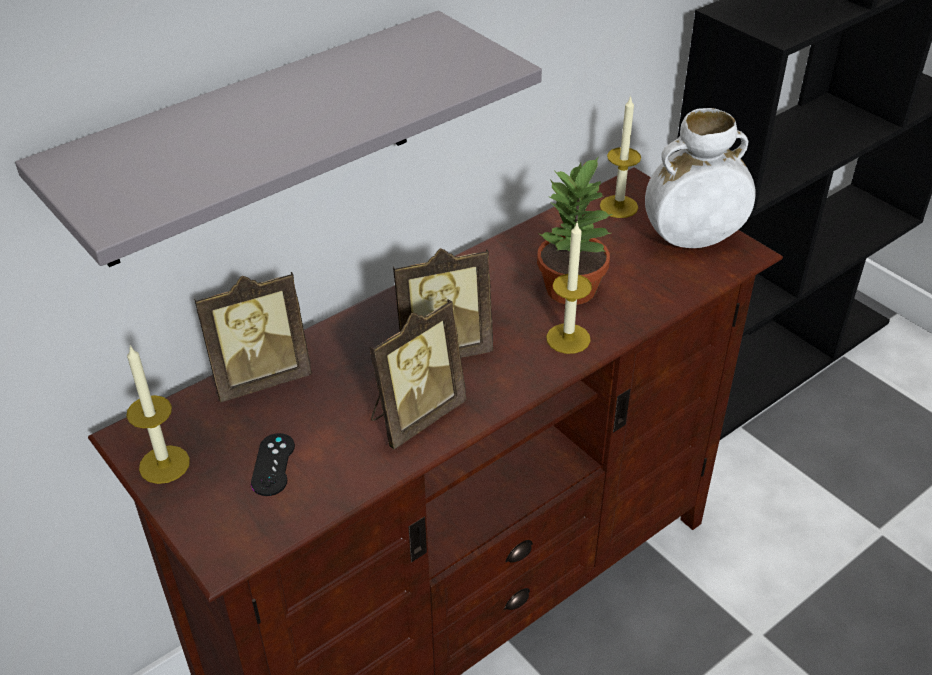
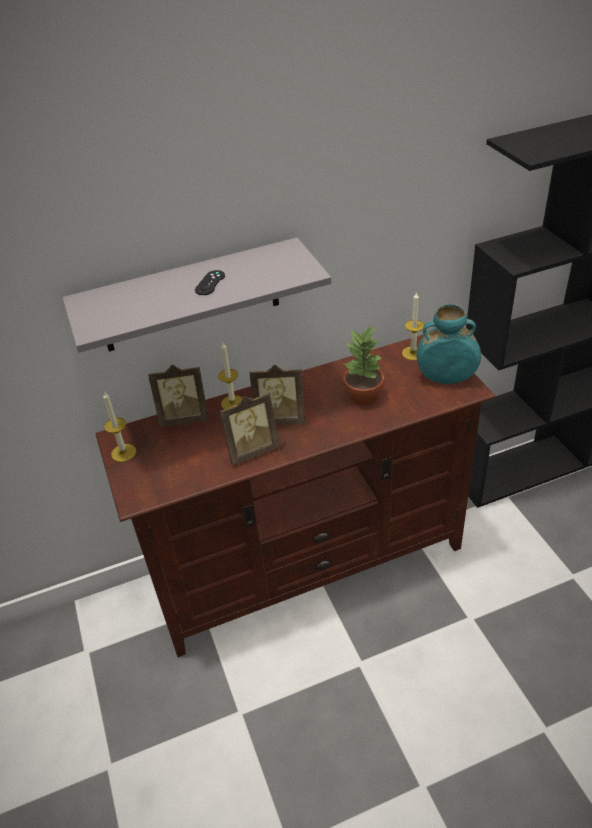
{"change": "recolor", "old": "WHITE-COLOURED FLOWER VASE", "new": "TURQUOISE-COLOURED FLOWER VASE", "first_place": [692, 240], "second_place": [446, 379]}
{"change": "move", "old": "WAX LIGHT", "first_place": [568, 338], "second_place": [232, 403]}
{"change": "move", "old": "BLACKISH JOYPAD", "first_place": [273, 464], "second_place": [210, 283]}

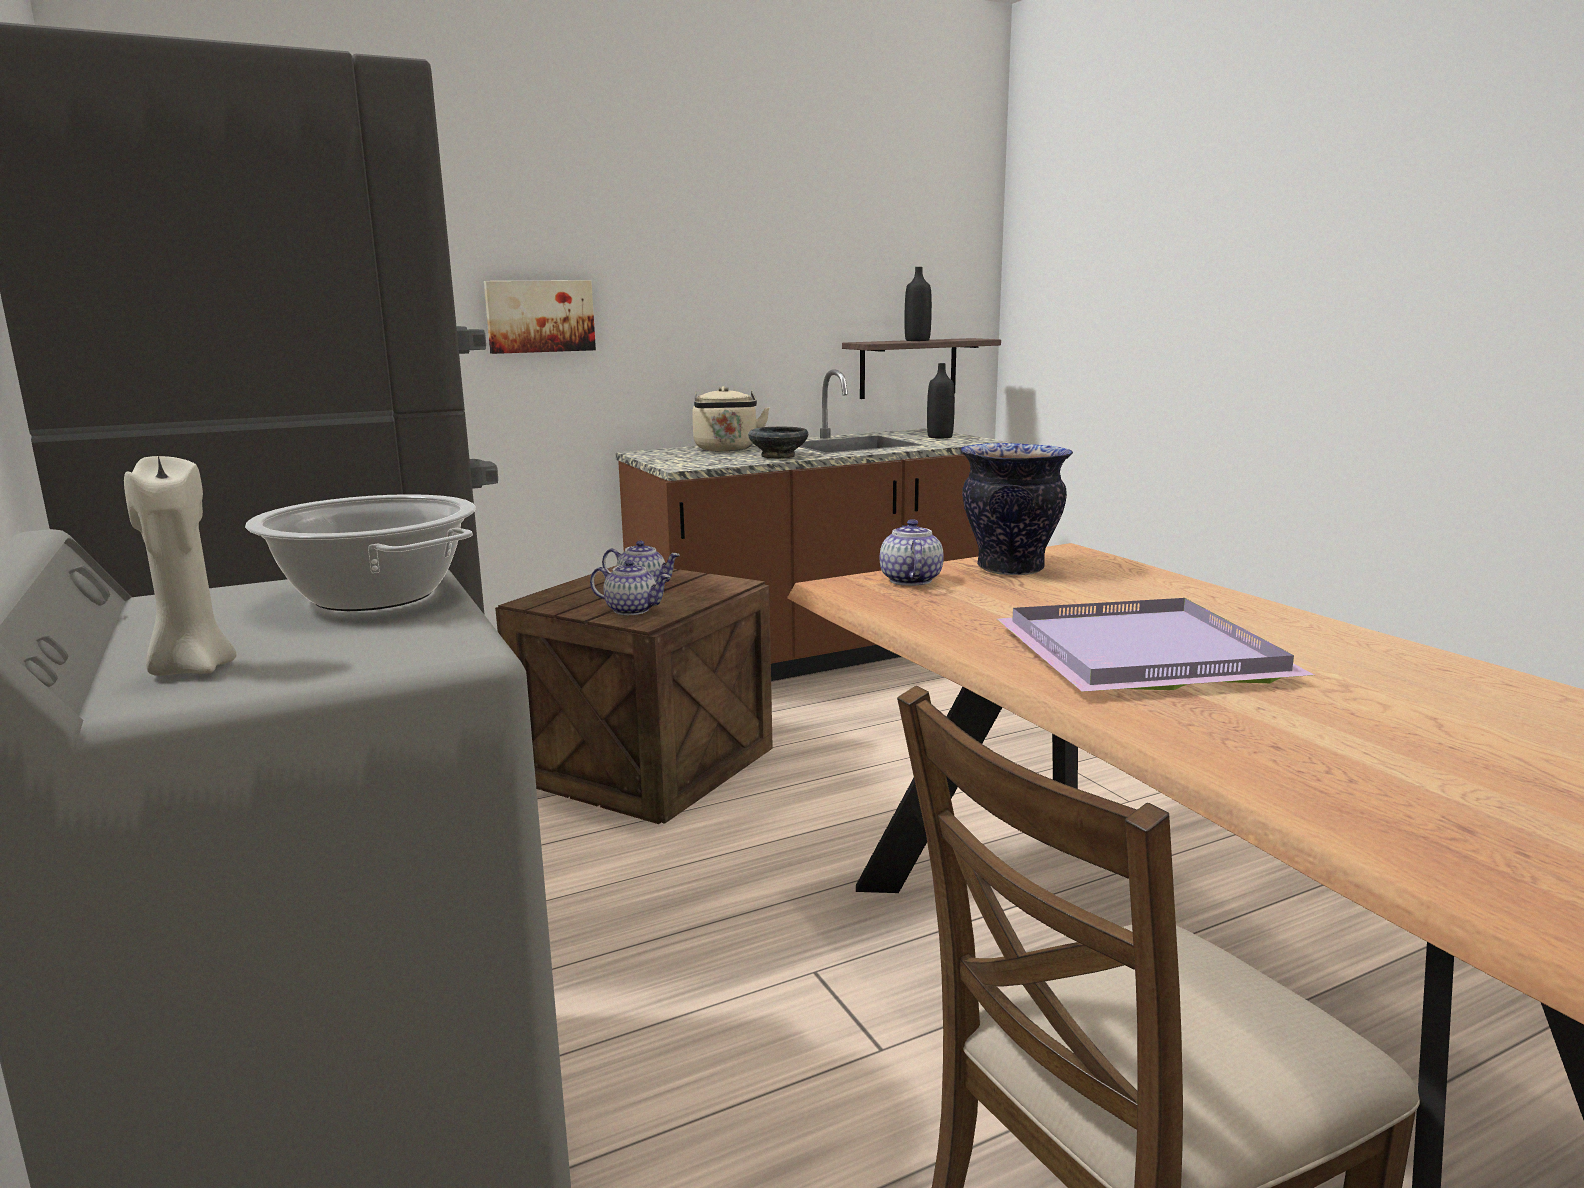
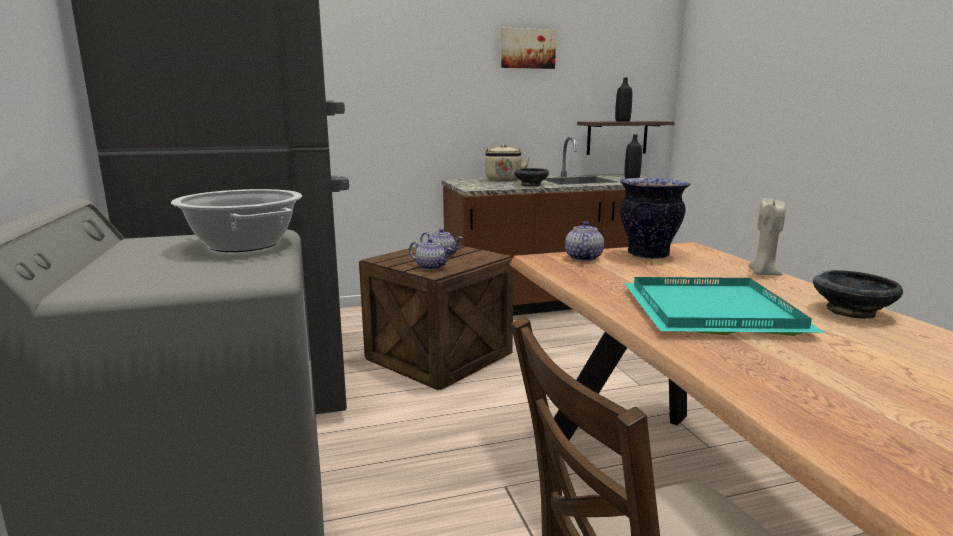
{"change": "move", "old": "PICTURE", "first_place": [540, 316], "second_place": [527, 48]}
{"change": "move", "old": "SAND-COLOURED WAX LIGHT", "first_place": [192, 669], "second_place": [763, 274]}
{"change": "recolor", "old": "PURPLISH TRAY", "new": "TURQUOISE-COLOURED TRAY", "first_place": [1134, 653], "second_place": [707, 310]}
{"change": "insert", "new": "BLACKISH BOWL", "second_place": [851, 312]}

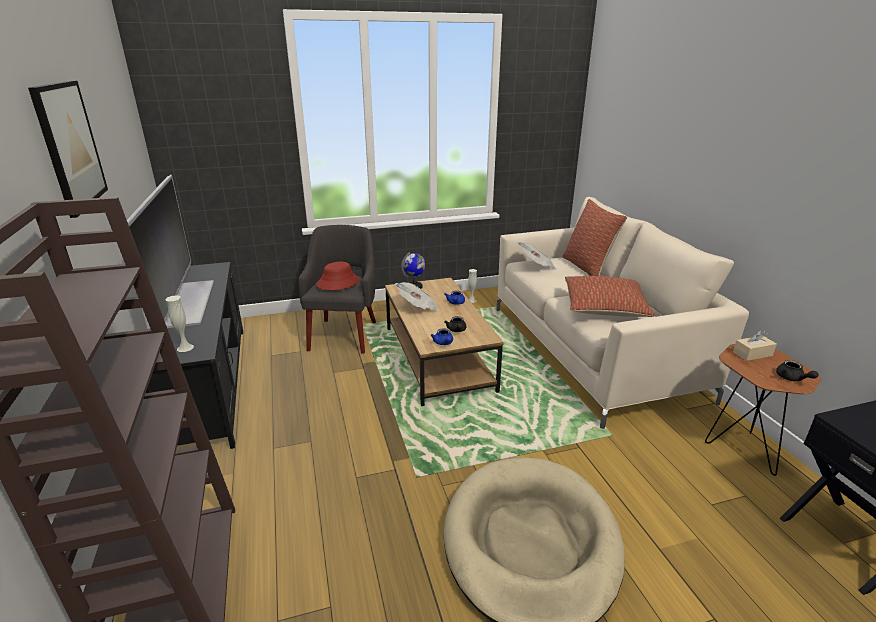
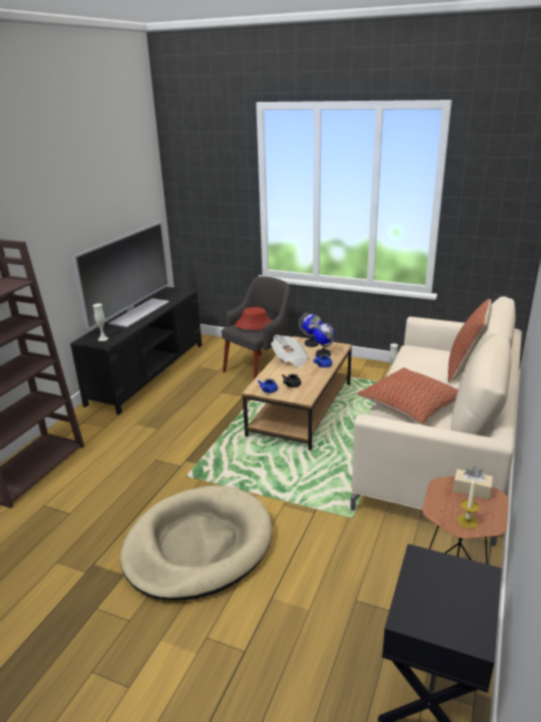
{"change": "delete", "old": "PICTURE", "first_place": [70, 146]}
{"change": "delete", "old": "PRINTED PAPER", "first_place": [536, 266]}
{"change": "replace", "old": "BLACKISH TEA POT", "new": "WAX LIGHT", "first_place": [792, 378], "second_place": [467, 521]}
{"change": "insert", "new": "WORLD GLOBE", "second_place": [323, 354]}

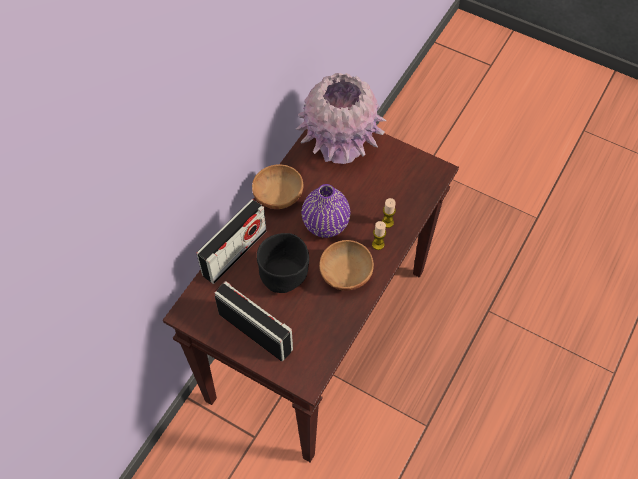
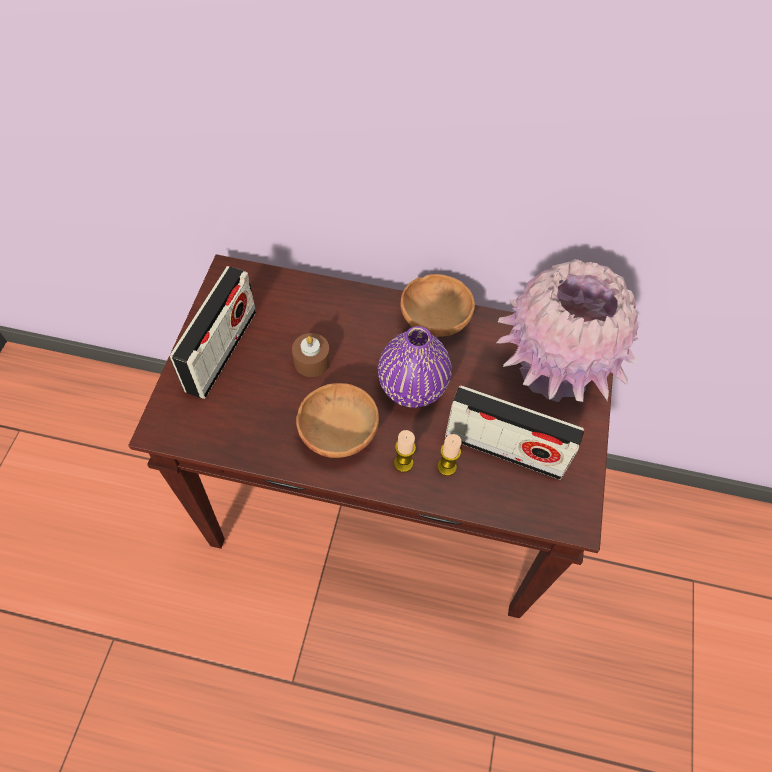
{"change": "move", "old": "RADIO SET", "first_place": [234, 253], "second_place": [505, 449]}
{"change": "replace", "old": "BLACKISH BOWL", "new": "BROWN WAX LIGHT", "first_place": [285, 277], "second_place": [312, 361]}

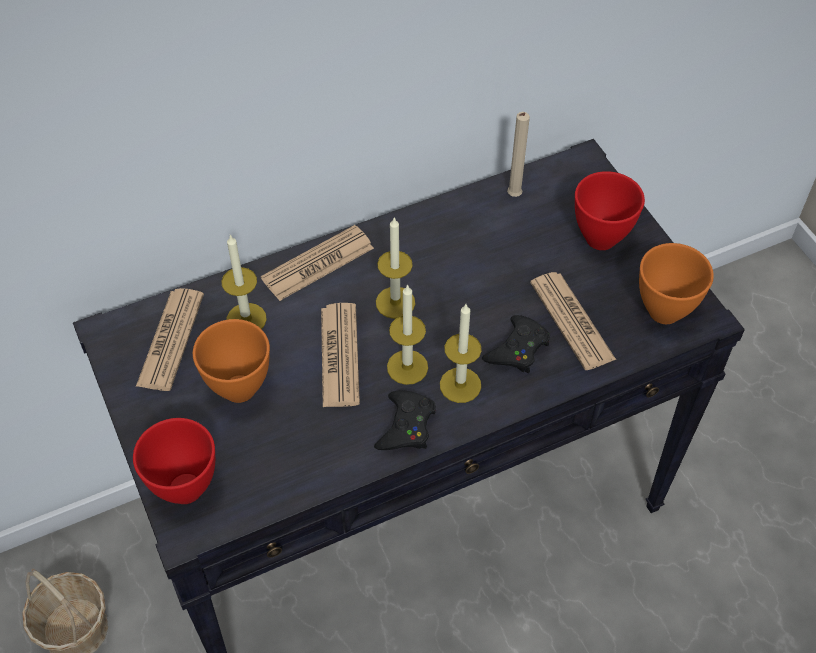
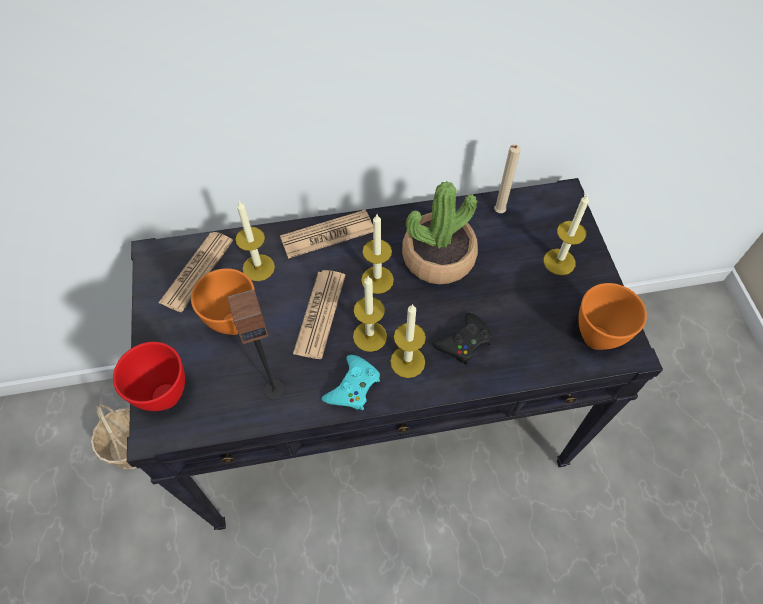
{"change": "replace", "old": "RED BOWL", "new": "WAX LIGHT", "first_place": [599, 237], "second_place": [559, 262]}
{"change": "delete", "old": "PRINTED PAPER", "first_place": [572, 321]}
{"change": "recolor", "old": "BLACKISH JOYPAD", "new": "TURQUOISE-COLOURED JOYPAD", "first_place": [406, 426], "second_place": [353, 386]}
{"change": "insert", "new": "PLANT IN A POT", "second_place": [438, 257]}
{"change": "insert", "new": "AUDIO SPEAKER", "second_place": [274, 389]}

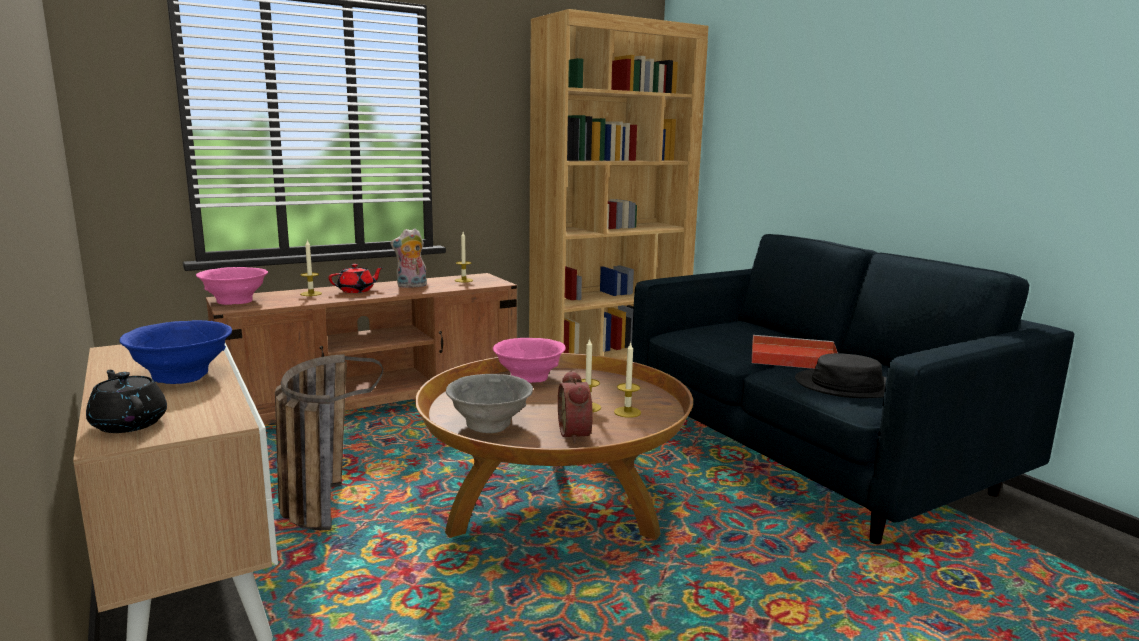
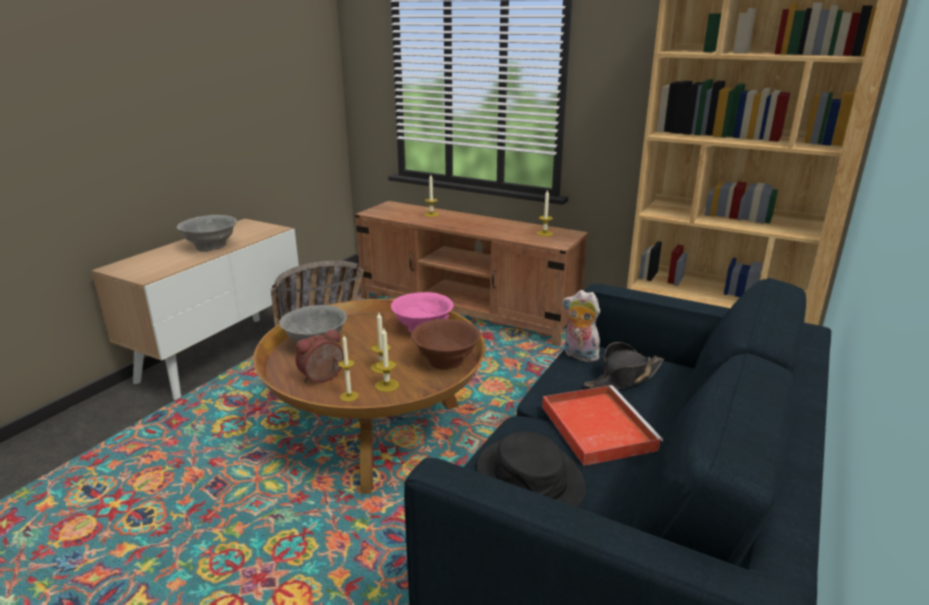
{"change": "move", "old": "SOFT TOY", "first_place": [411, 286], "second_place": [578, 355]}
{"change": "delete", "old": "RED TEA POT", "first_place": [357, 290]}
{"change": "delete", "old": "PINK BOWL", "first_place": [235, 301]}
{"change": "recolor", "old": "BLUISH BOWL", "new": "GREYISH BOWL", "first_place": [182, 376], "second_place": [211, 247]}
{"change": "delete", "old": "BLACKISH TEA POT", "first_place": [129, 423]}
{"change": "insert", "new": "BROWN BOWL", "second_place": [446, 361]}
{"change": "insert", "new": "WAX LIGHT", "second_place": [349, 396]}
{"change": "insert", "new": "BLACKISH WEARABLE HAT", "second_place": [623, 378]}

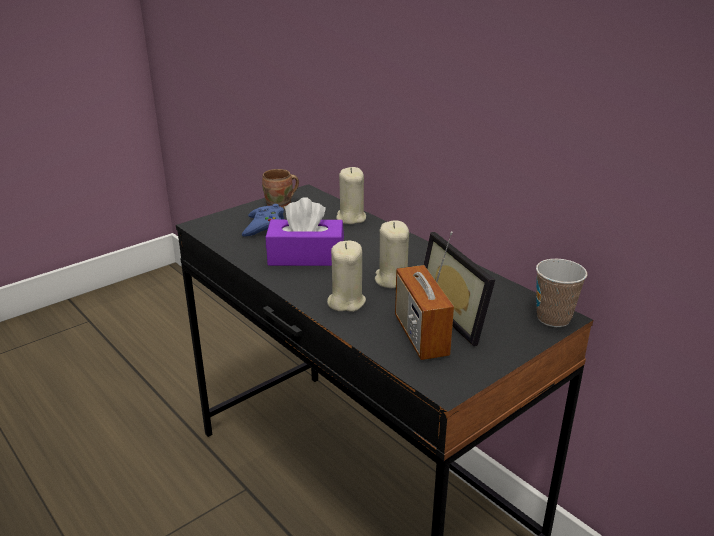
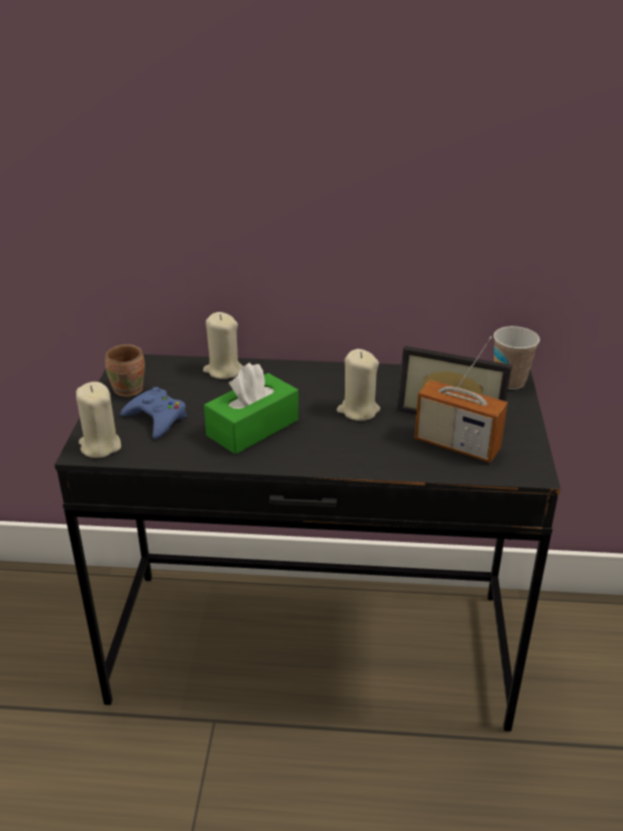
{"change": "recolor", "old": "PURPLISH TISSUE HOLDER", "new": "GREEN TISSUE HOLDER", "first_place": [306, 256], "second_place": [253, 427]}
{"change": "move", "old": "SAND-COLOURED WAX LIGHT", "first_place": [346, 302], "second_place": [100, 446]}

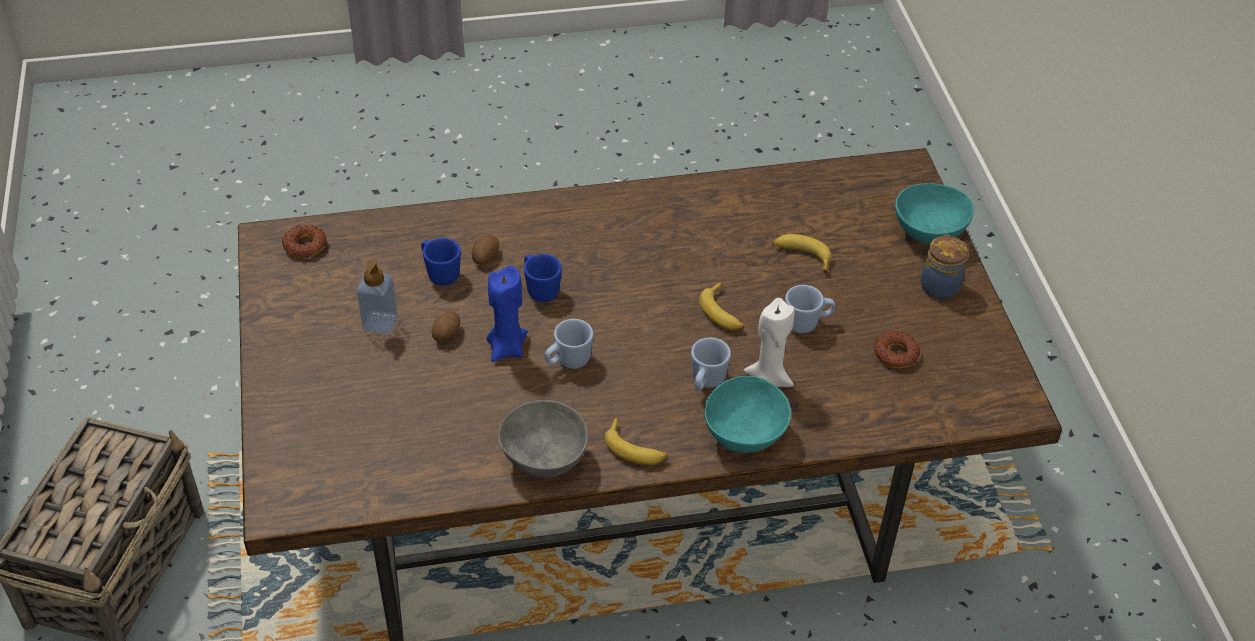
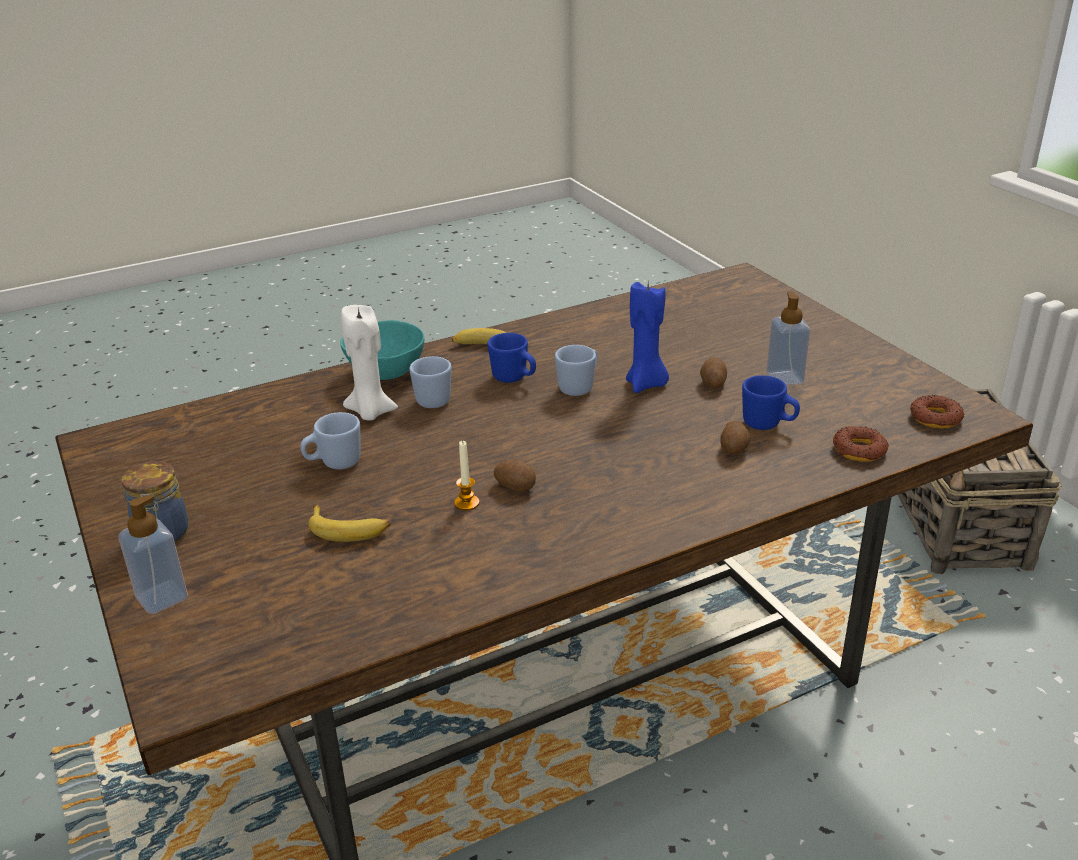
{"change": "replace", "old": "TURQUOISE-COLOURED BOWL", "new": "LIQUID SOAP BOTTLE", "first_place": [930, 233], "second_place": [162, 598]}
{"change": "move", "old": "BLUISH COFFEE MUG", "first_place": [540, 289], "second_place": [514, 379]}
{"change": "delete", "old": "WHOLE BANANA", "first_place": [723, 313]}
{"change": "move", "old": "DOUGHNUT", "first_place": [896, 354], "second_place": [859, 450]}
{"change": "delete", "old": "GREYISH BOWL", "first_place": [543, 457]}
{"change": "insert", "new": "WAX LIGHT", "second_place": [467, 503]}
{"change": "insert", "new": "SPUD", "second_place": [516, 486]}

